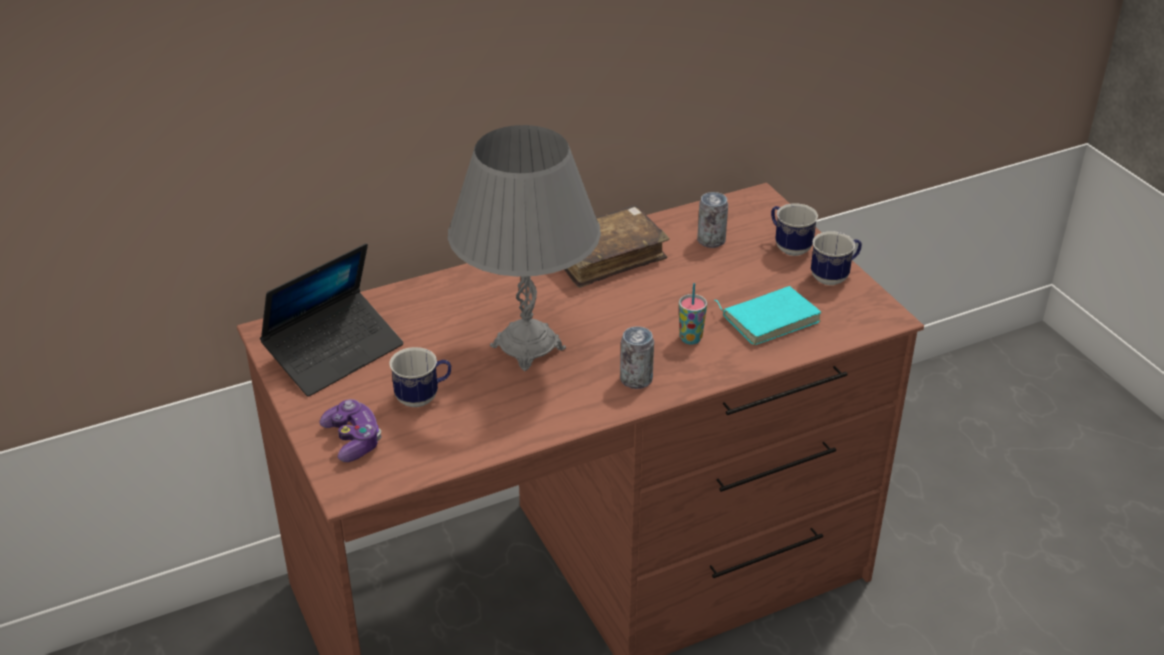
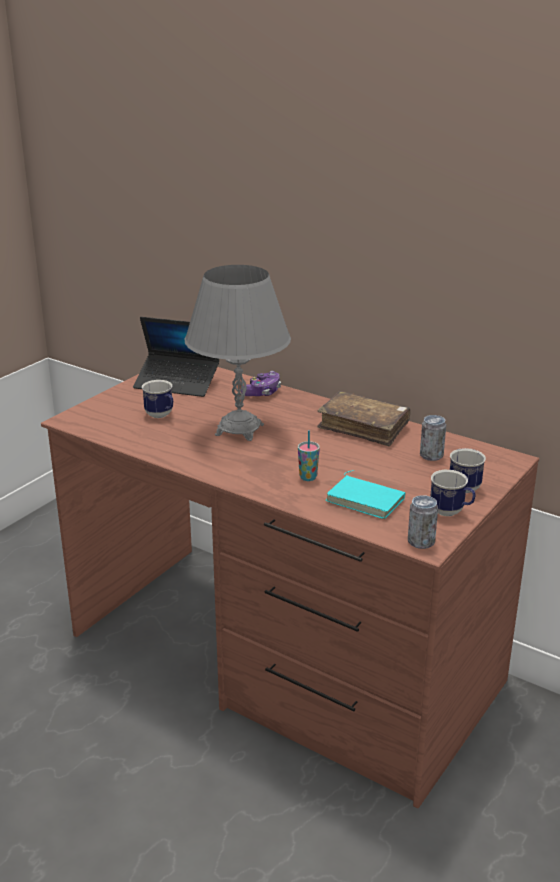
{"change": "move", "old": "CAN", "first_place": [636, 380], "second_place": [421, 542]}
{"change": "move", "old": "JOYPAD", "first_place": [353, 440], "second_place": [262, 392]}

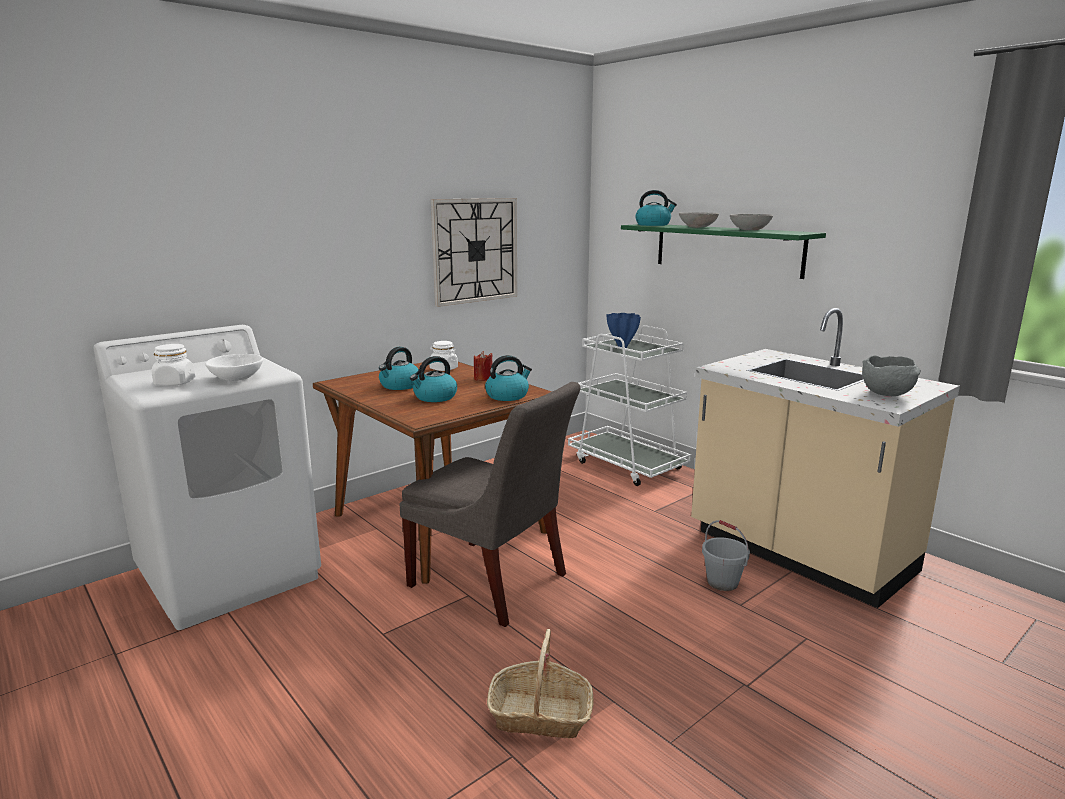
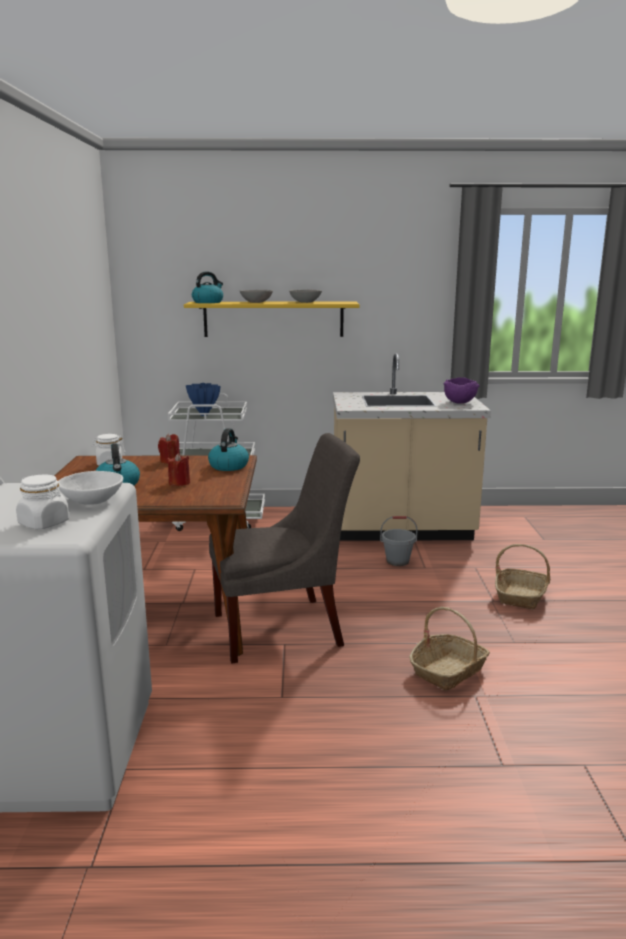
{"change": "delete", "old": "CLOCK ON THE WALL", "first_place": [475, 250]}
{"change": "recolor", "old": "GREEN WALL SHELF", "new": "YELLOW-COLOURED WALL SHELF", "first_place": [726, 249], "second_place": [273, 319]}
{"change": "recolor", "old": "GREYISH BOWL", "new": "PURPLISH BOWL", "first_place": [888, 395], "second_place": [460, 402]}
{"change": "replace", "old": "KETTLE", "new": "RED WAX LIGHT", "first_place": [435, 397], "second_place": [179, 483]}
{"change": "insert", "new": "BASKET", "second_place": [521, 595]}

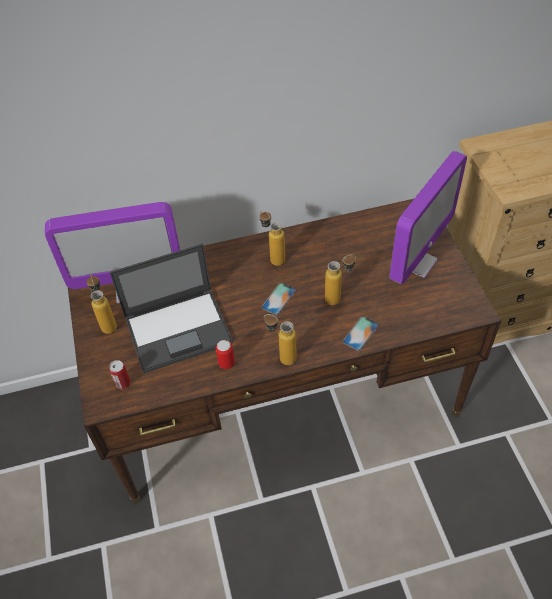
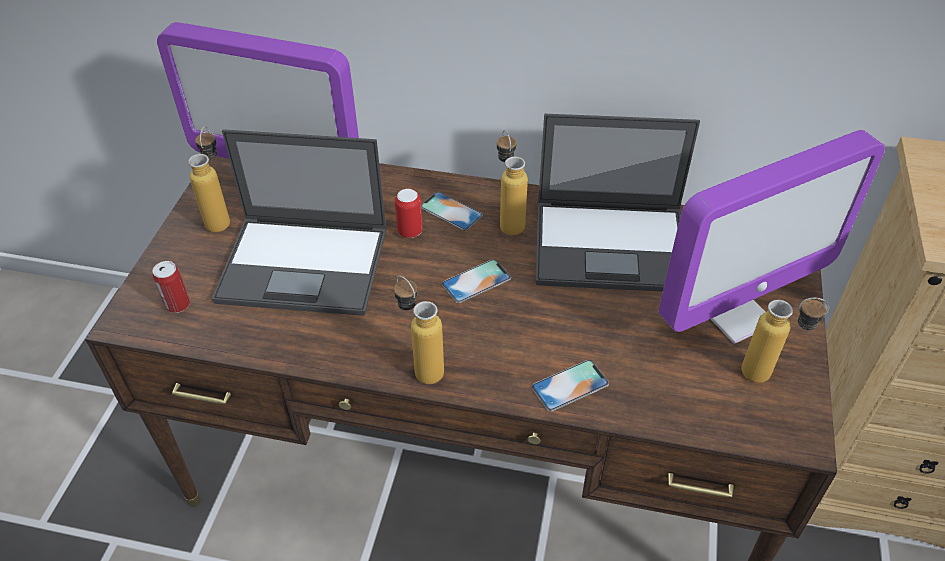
{"change": "move", "old": "DRINK BOTTLE", "first_place": [339, 298], "second_place": [768, 375]}
{"change": "move", "old": "CAN", "first_place": [226, 363], "second_place": [410, 231]}
{"change": "insert", "new": "PORTABLE COMPUTER", "second_place": [612, 246]}
{"change": "insert", "new": "HANDSET", "second_place": [451, 211]}

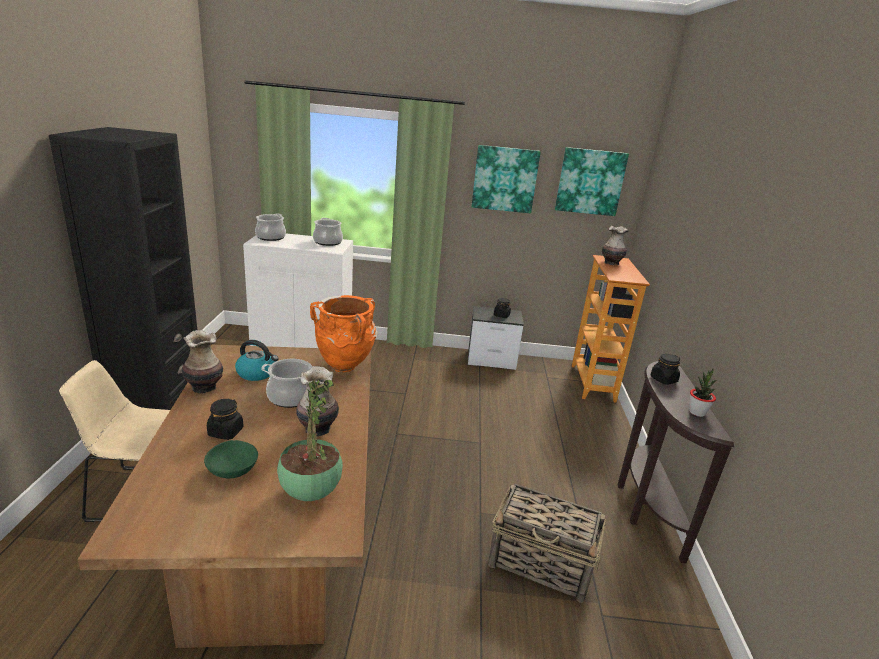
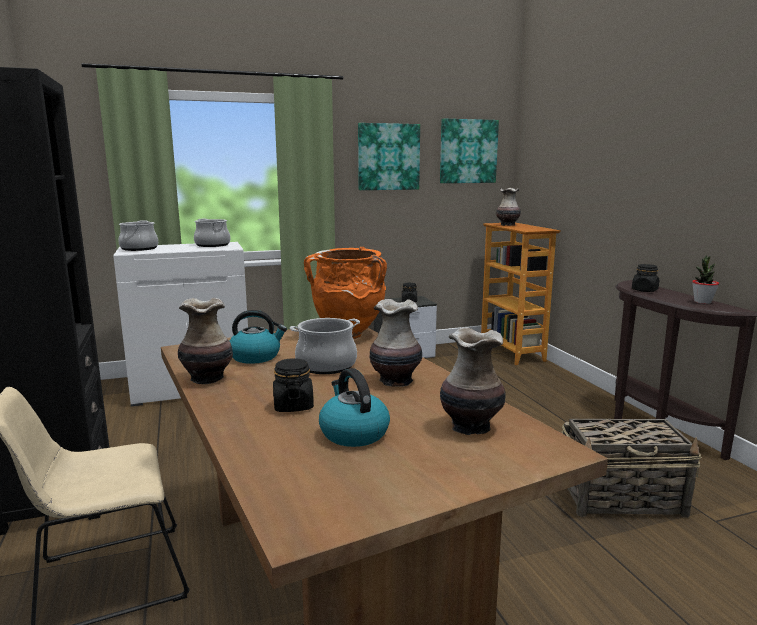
{"change": "replace", "old": "PLANT IN A POT", "new": "FLOWER VASE", "first_place": [310, 491], "second_place": [469, 426]}
{"change": "replace", "old": "GREEN BOWL", "new": "KETTLE", "first_place": [232, 470], "second_place": [353, 433]}

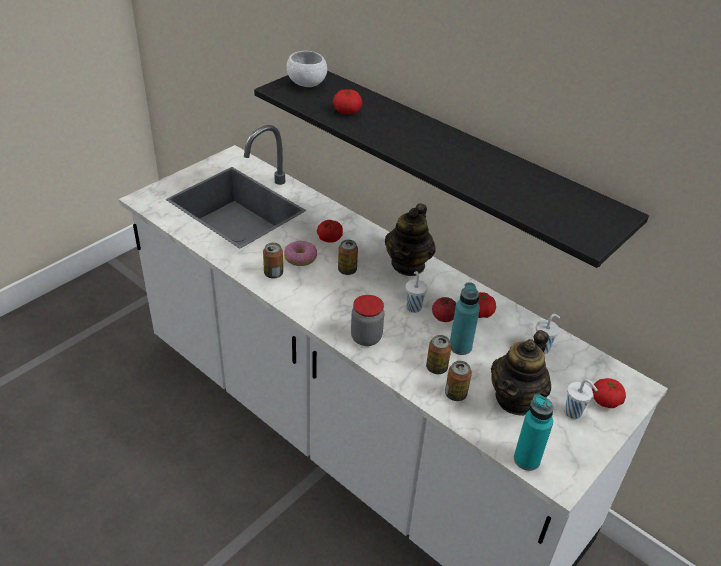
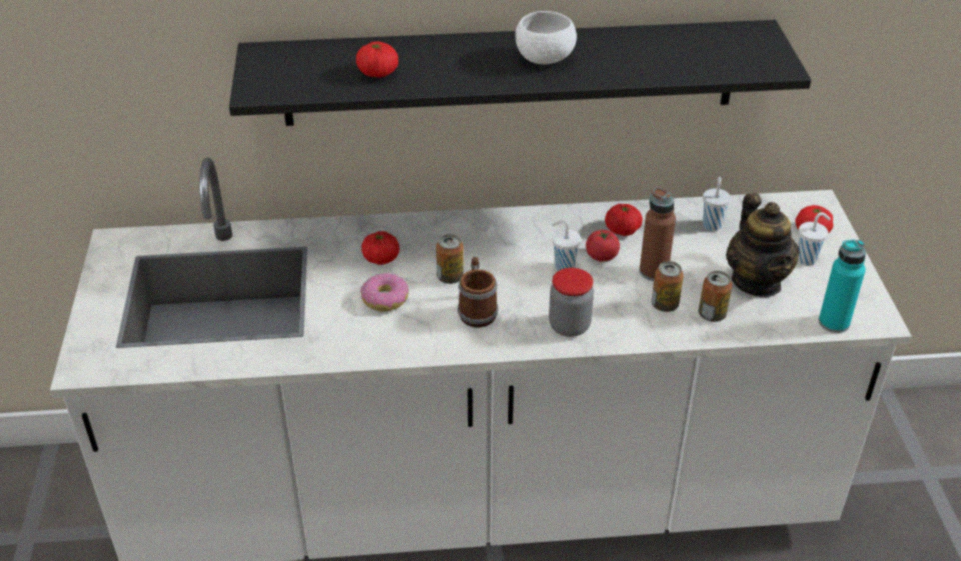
{"change": "move", "old": "WHITE-COLOURED BOWL", "first_place": [307, 84], "second_place": [544, 59]}
{"change": "delete", "old": "TEA POT", "first_place": [408, 265]}
{"change": "delete", "old": "CAN", "first_place": [273, 274]}
{"change": "recolor", "old": "TURQUOISE-COLOURED DRINK BOTTLE", "new": "BROWN DRINK BOTTLE", "first_place": [460, 346], "second_place": [653, 272]}
{"change": "insert", "new": "COFFEE MUG", "second_place": [477, 310]}

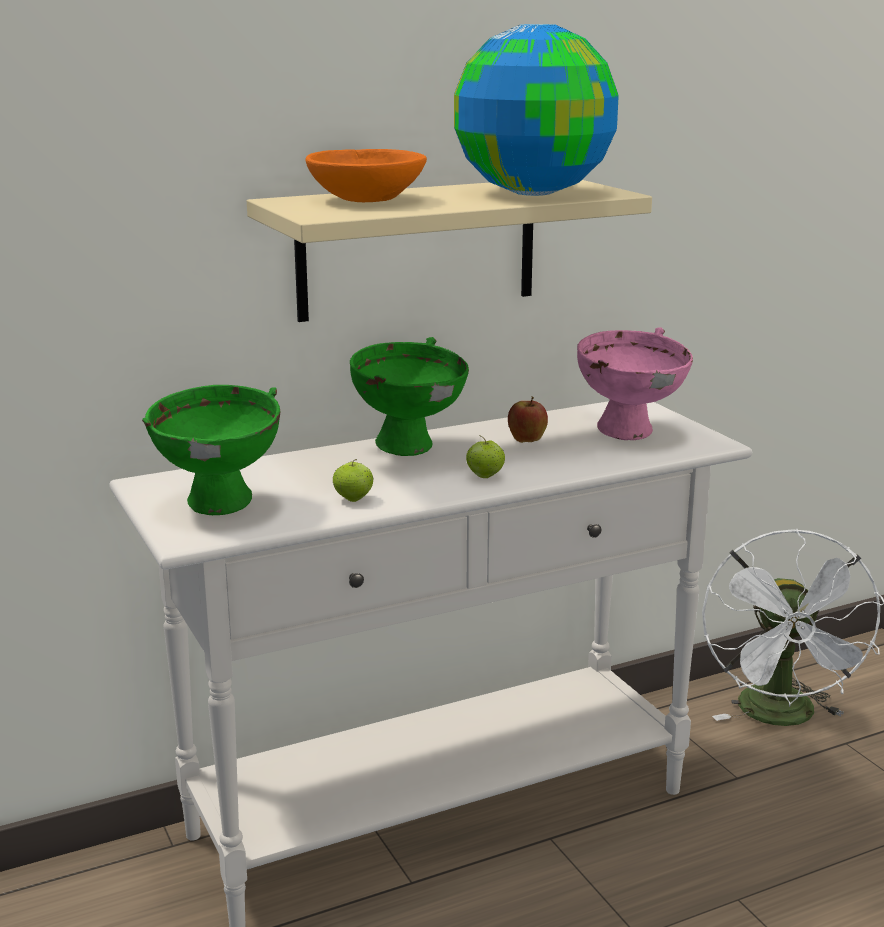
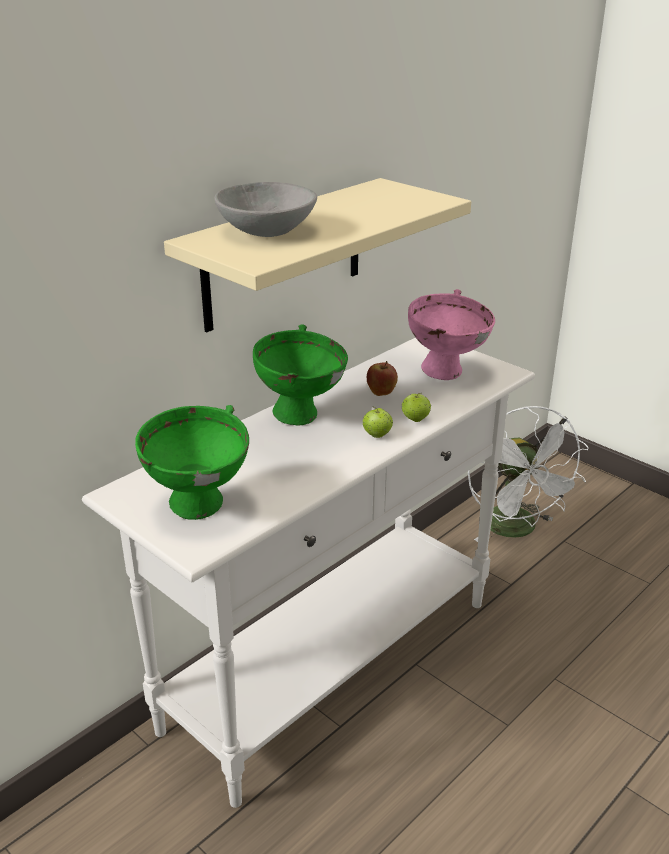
{"change": "delete", "old": "WORLD GLOBE", "first_place": [534, 192]}
{"change": "recolor", "old": "ORANGE BOWL", "new": "GREYISH BOWL", "first_place": [367, 200], "second_place": [267, 231]}
{"change": "move", "old": "WHOLE APPLE", "first_place": [353, 499], "second_place": [415, 419]}

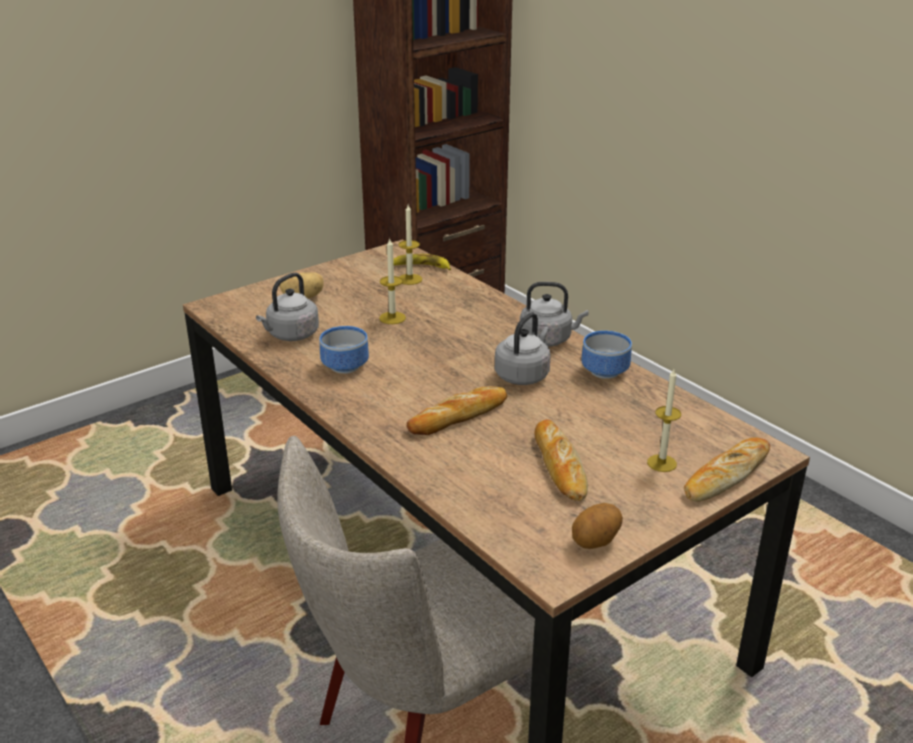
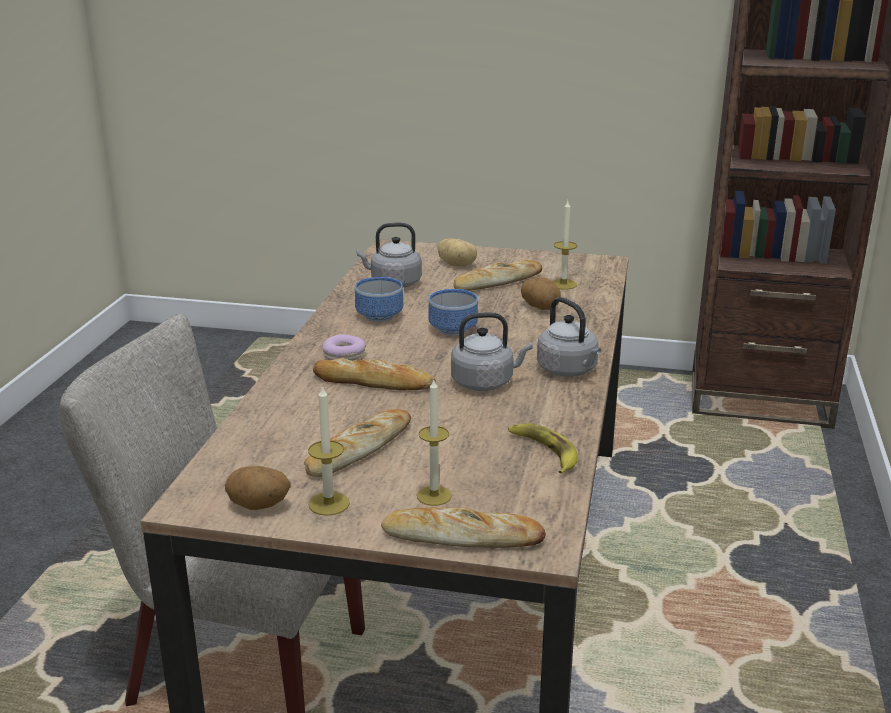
{"change": "move", "old": "WAX LIGHT", "first_place": [392, 318], "second_place": [329, 504]}
{"change": "move", "old": "WHOLE BANANA", "first_place": [420, 267], "second_place": [544, 452]}
{"change": "move", "old": "BOWL", "first_place": [604, 372], "second_place": [451, 330]}
{"change": "insert", "new": "BAKERY BREAD", "second_place": [497, 282]}
{"change": "insert", "new": "SPUD", "second_place": [540, 307]}
{"change": "insert", "new": "DOUGHNUT", "second_place": [344, 355]}

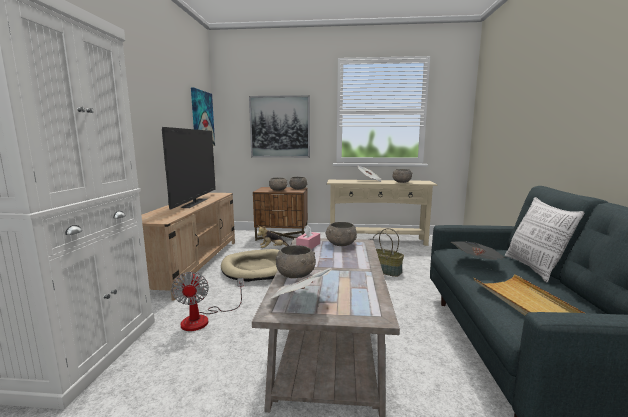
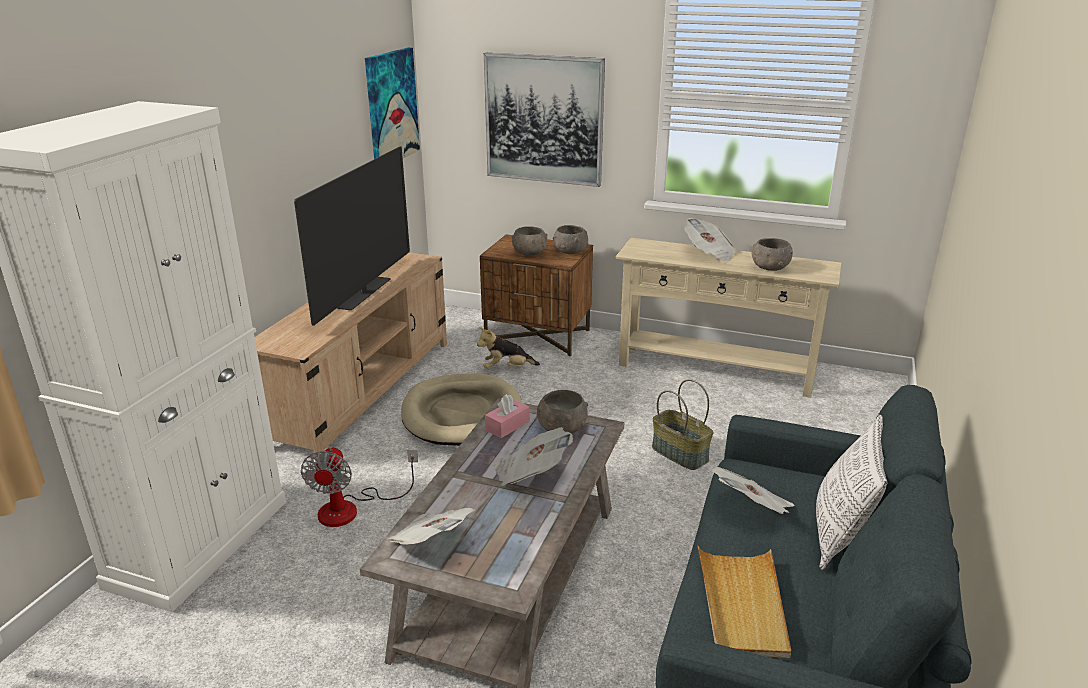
{"change": "delete", "old": "GREYISH BOWL", "first_place": [296, 275]}
{"change": "insert", "new": "PRINTED PAPER", "second_place": [531, 473]}

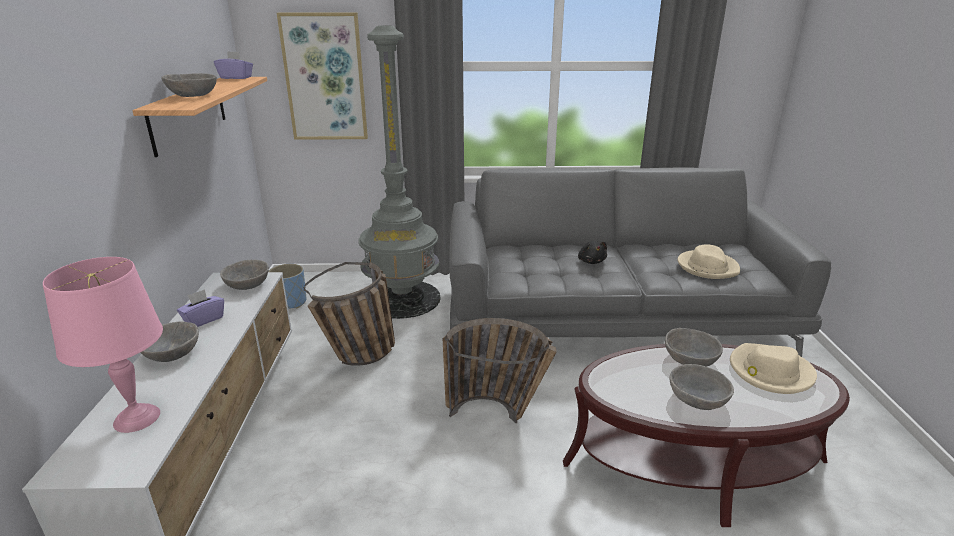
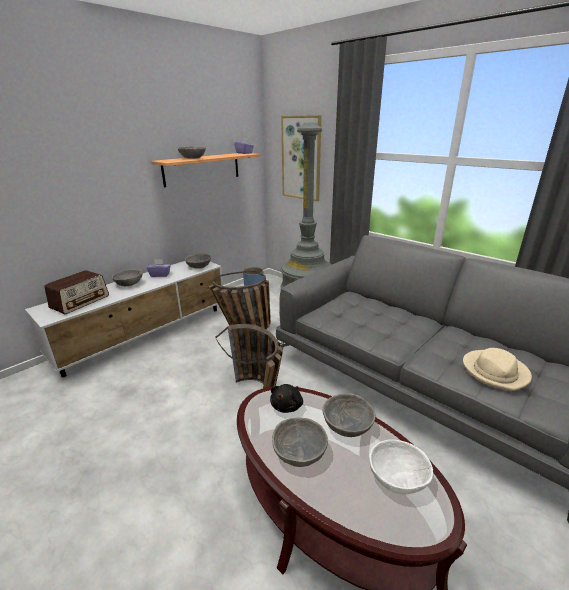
{"change": "move", "old": "BLACKISH SOFT TOY", "first_place": [591, 261], "second_place": [287, 406]}
{"change": "replace", "old": "PINK TABLE LAMP", "new": "RADIO SET", "first_place": [136, 418], "second_place": [80, 302]}
{"change": "replace", "old": "SAND-COLOURED WEARABLE HAT", "new": "WHITE-COLOURED BOWL", "first_place": [769, 372], "second_place": [397, 478]}

